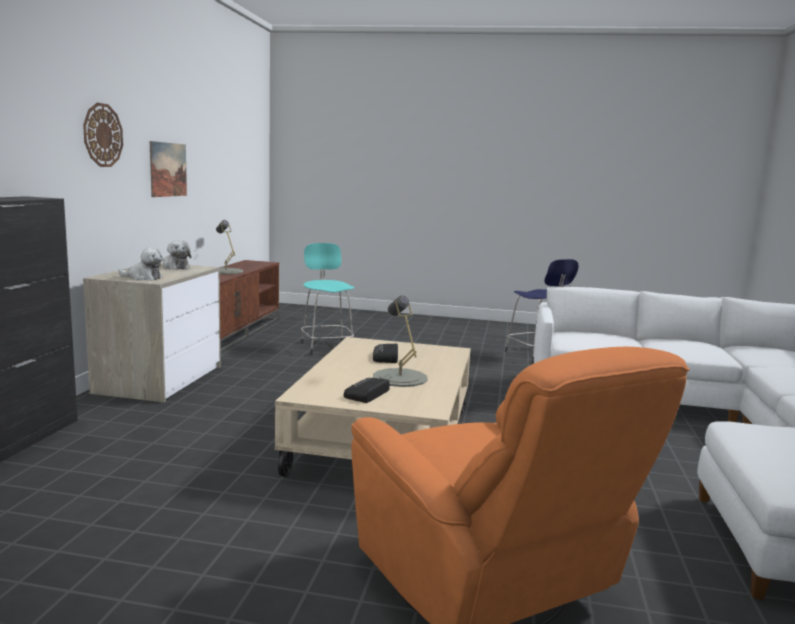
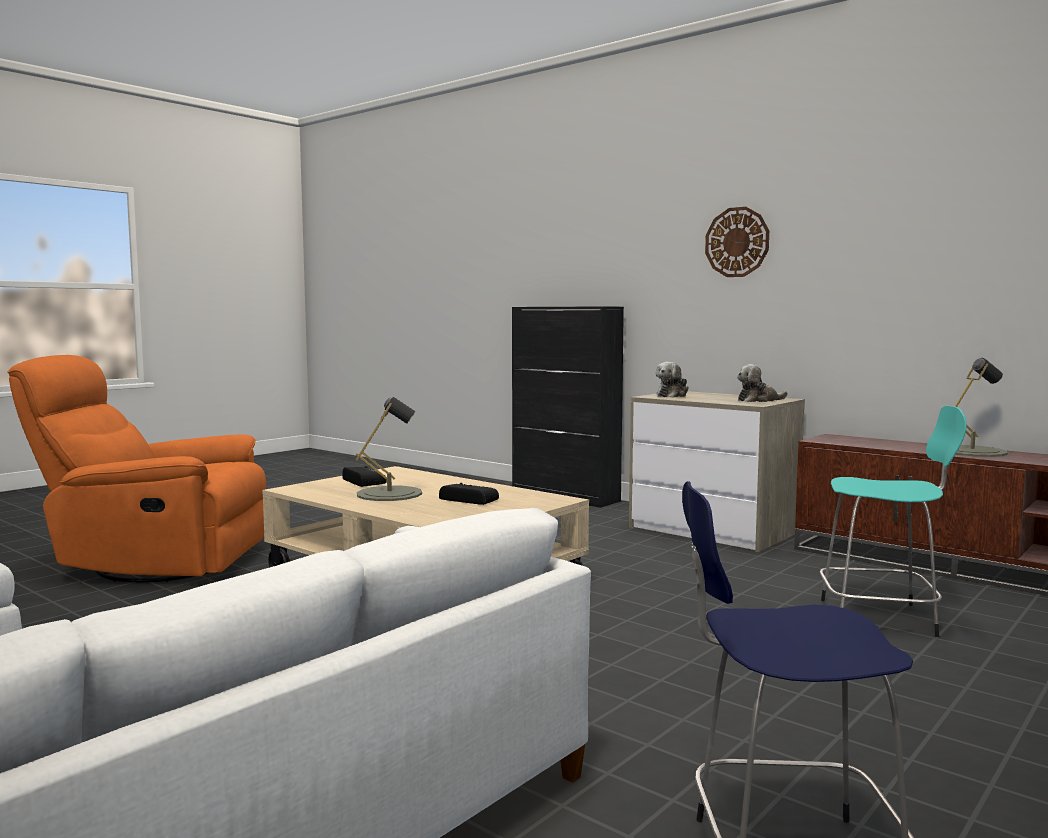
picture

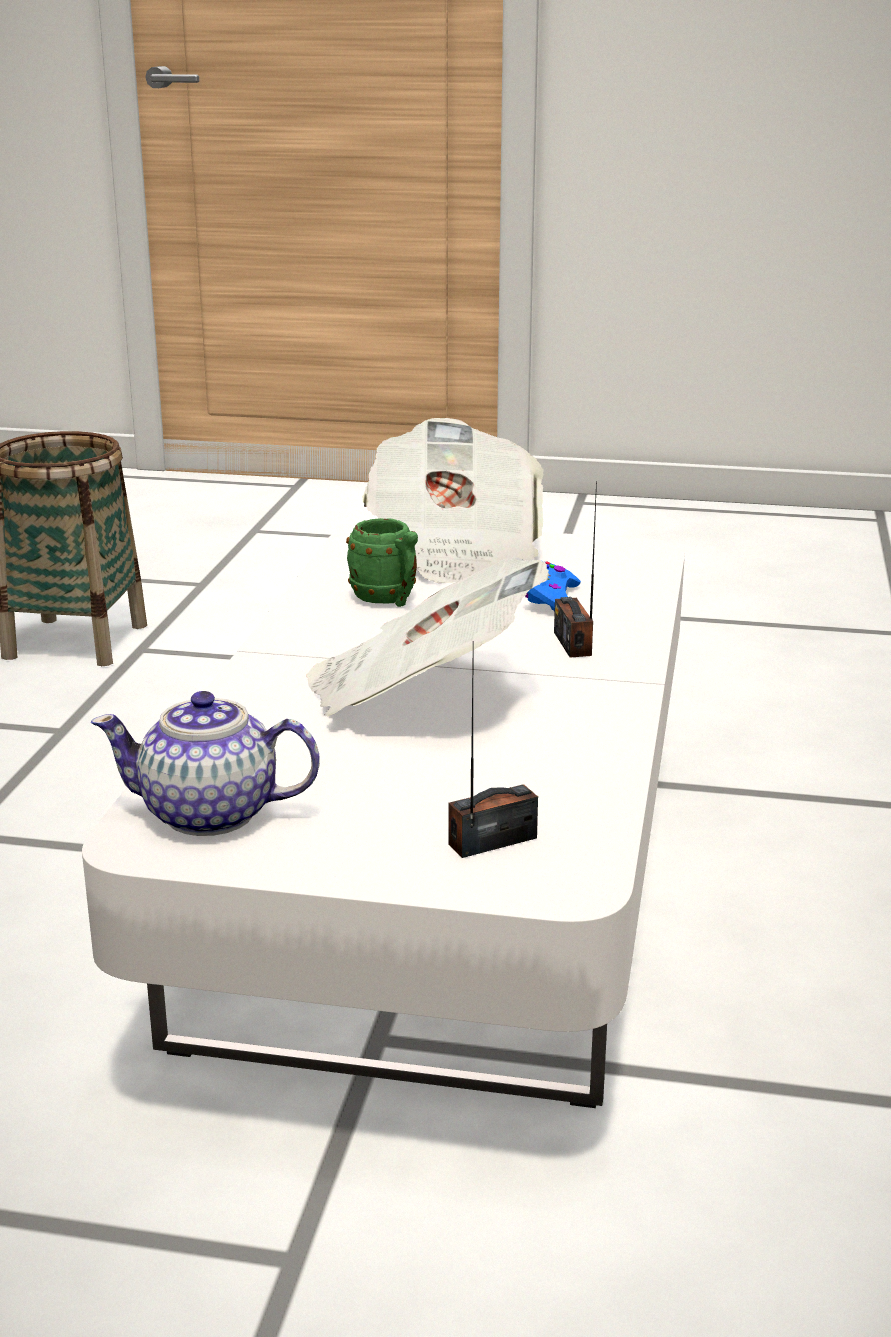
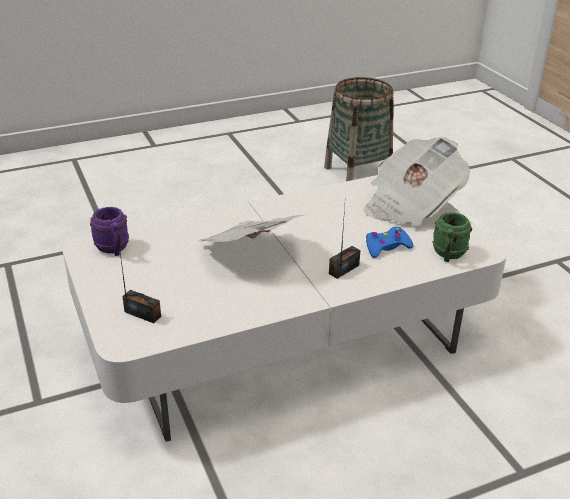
purple mug
green mug

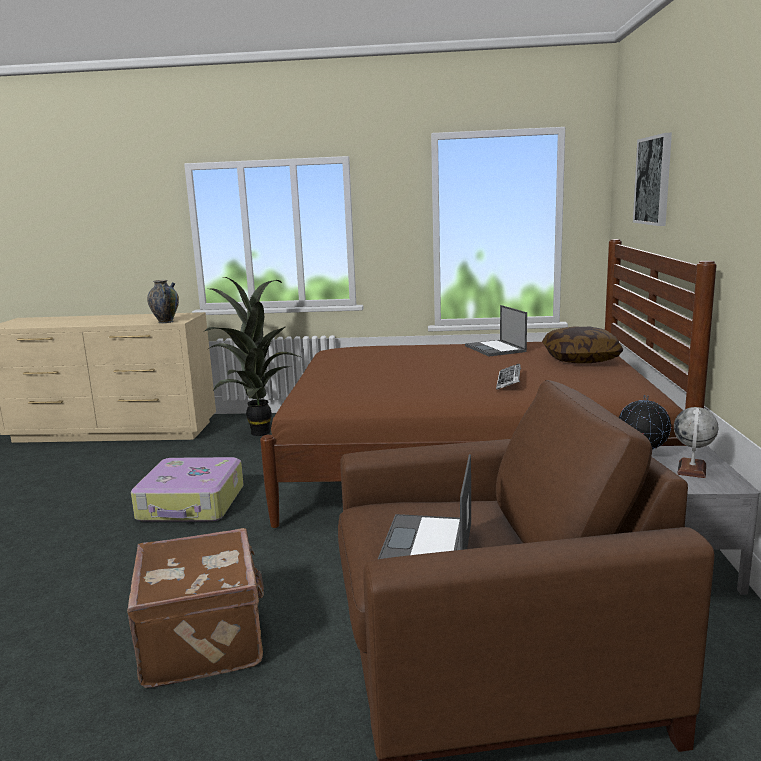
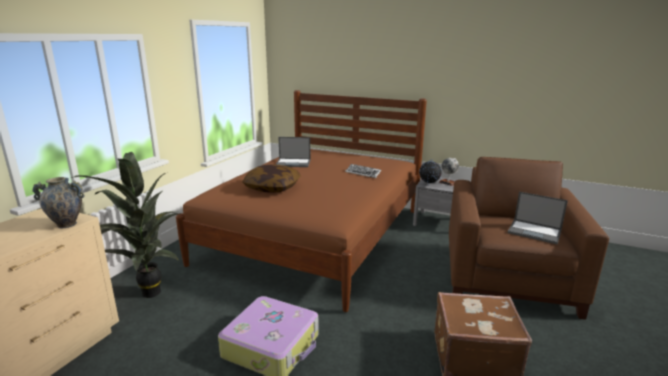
pillow
picture

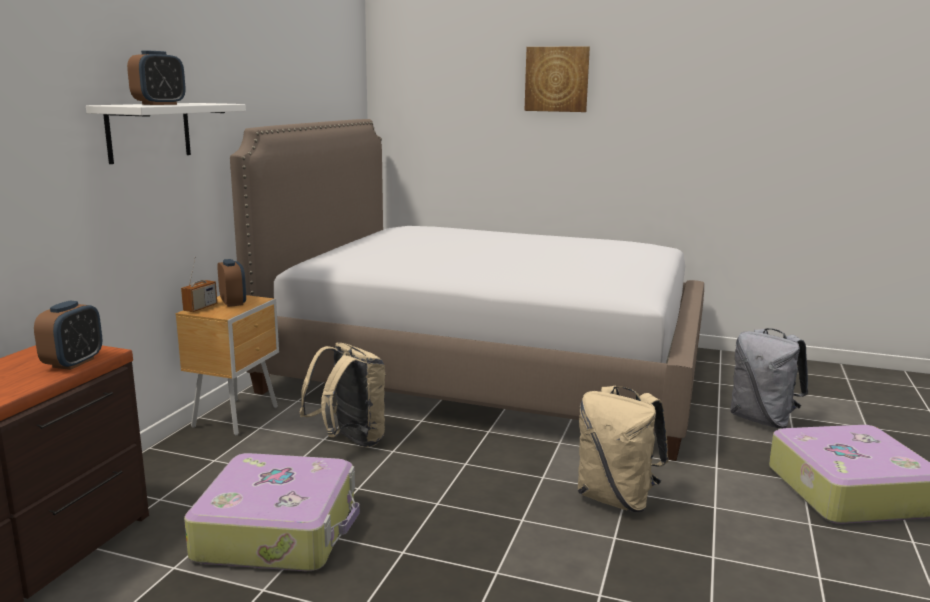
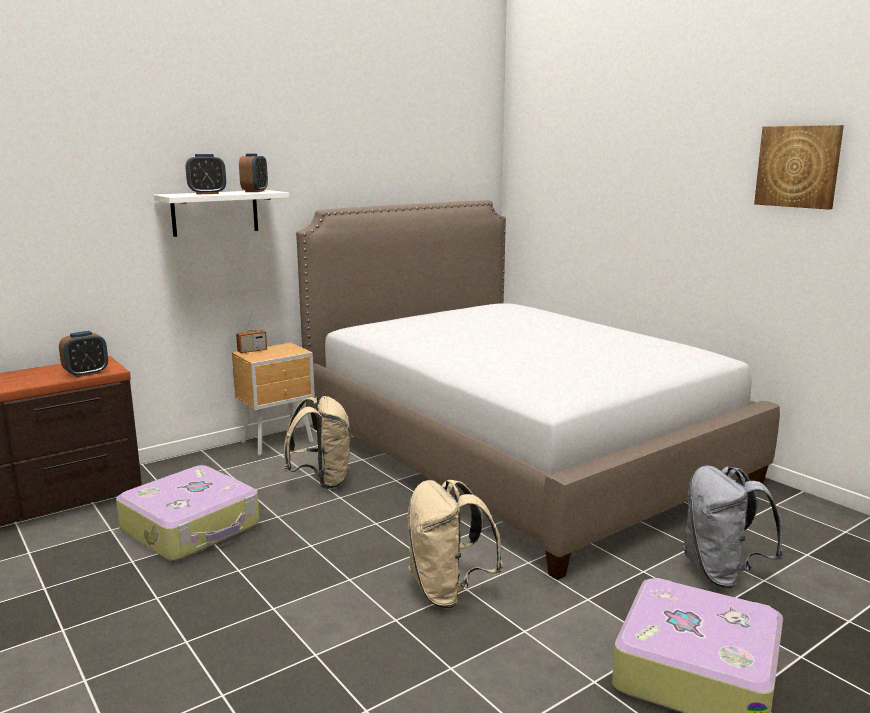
alarm clock (no. 3 from left)
picture

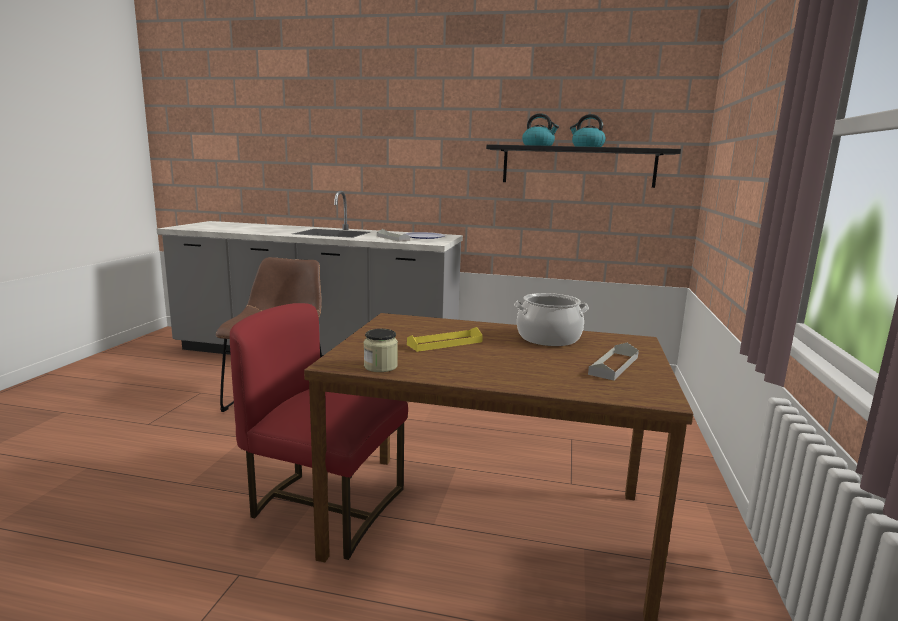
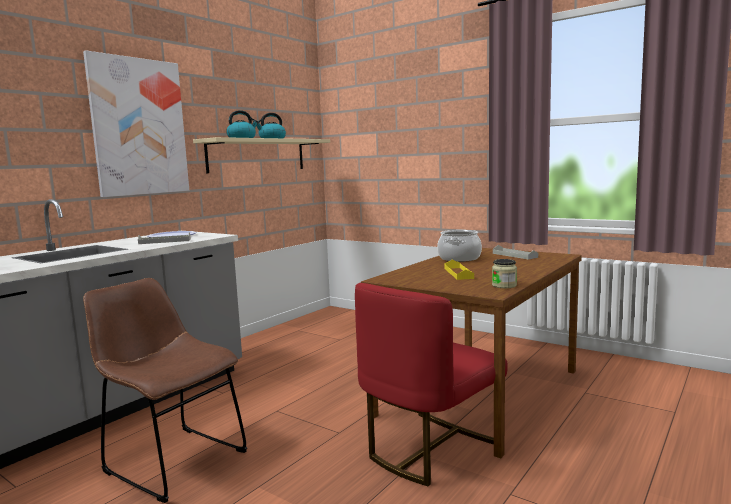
beige shelf
picture

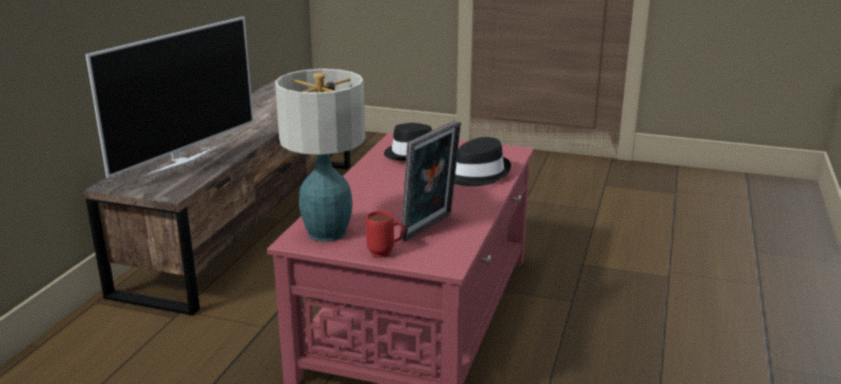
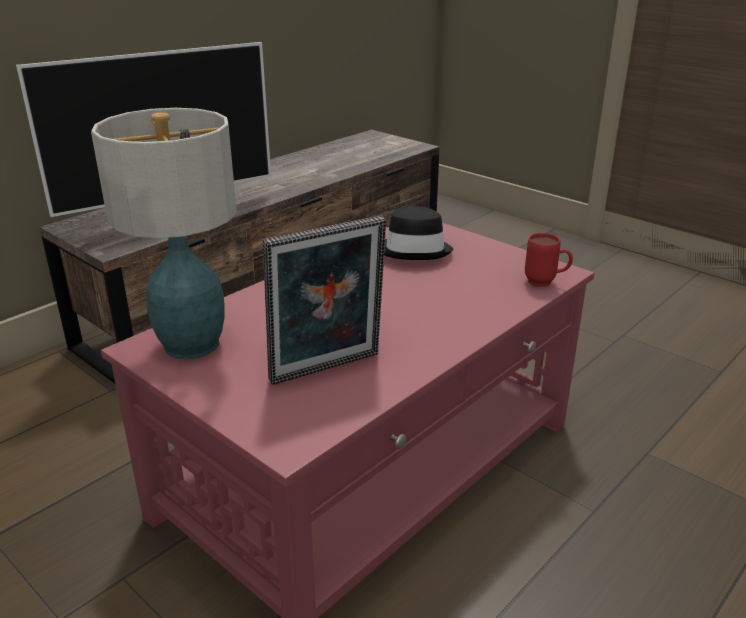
red mug
black hat (no. 2 from left in the first image)

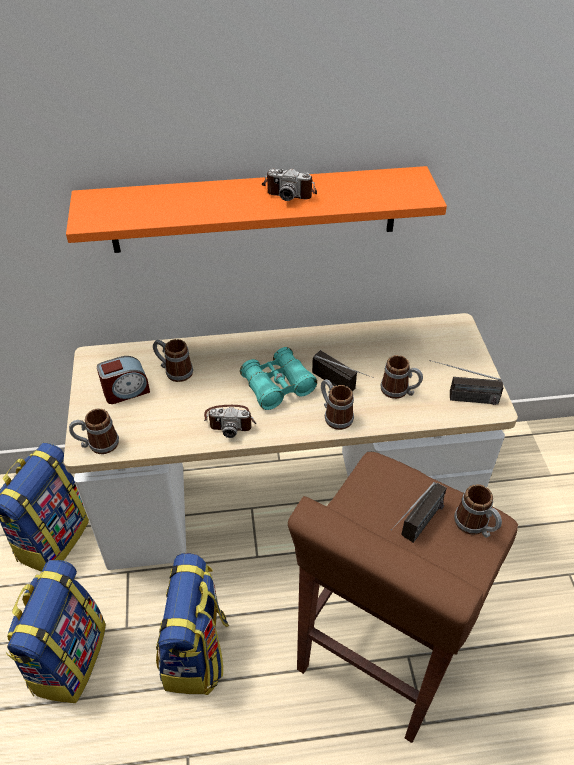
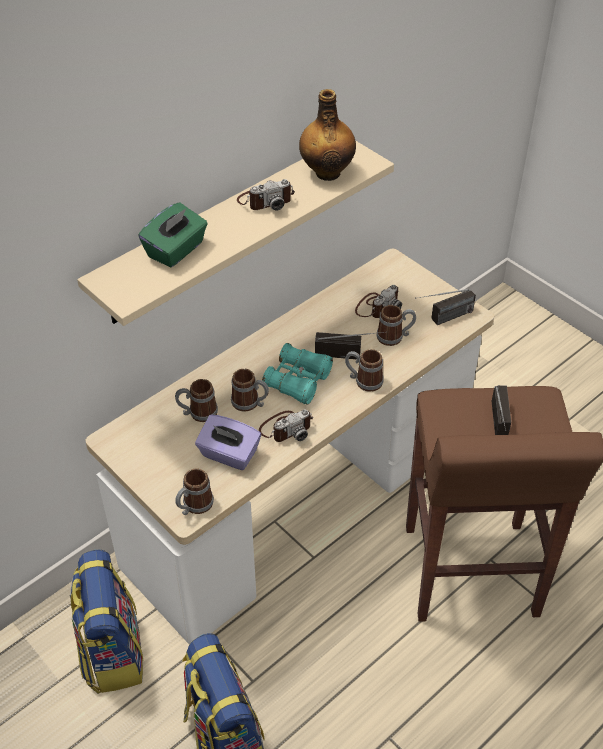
beige shelf
alarm clock
backpack (no. 3 from left in the first image)
mug (no. 3 from left)
green tissue box
purple tissue box
bottle
photo camera (no. 3 from left)

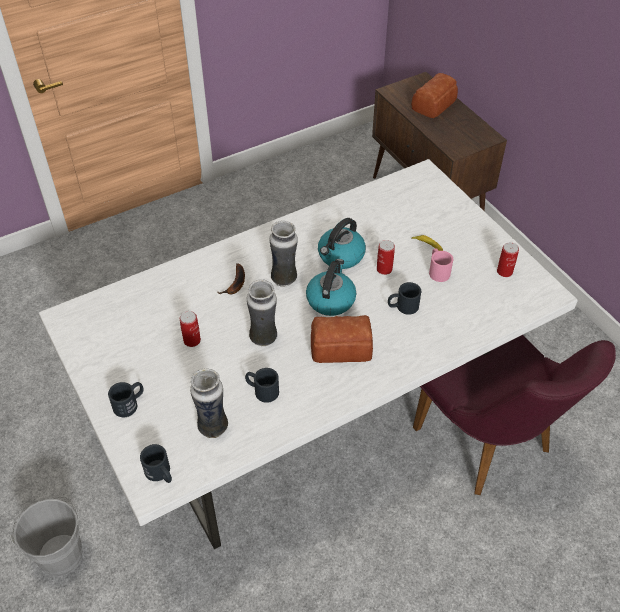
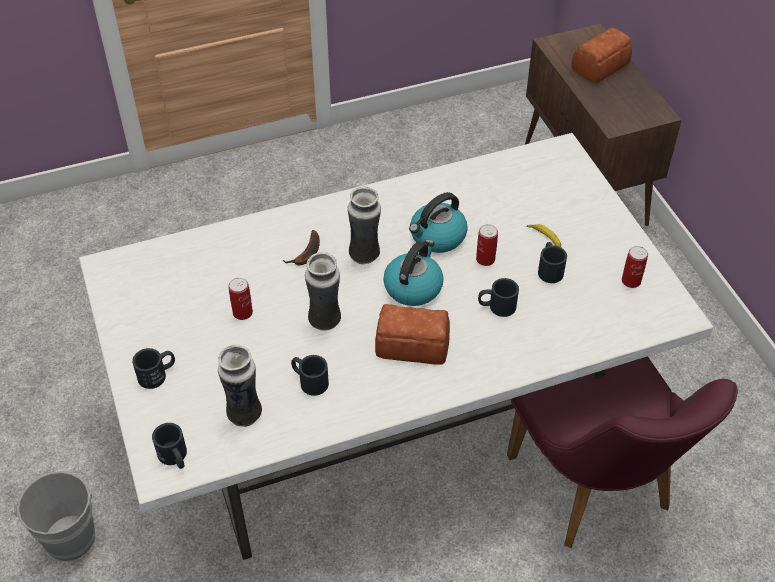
black mug (no. 5 from left)

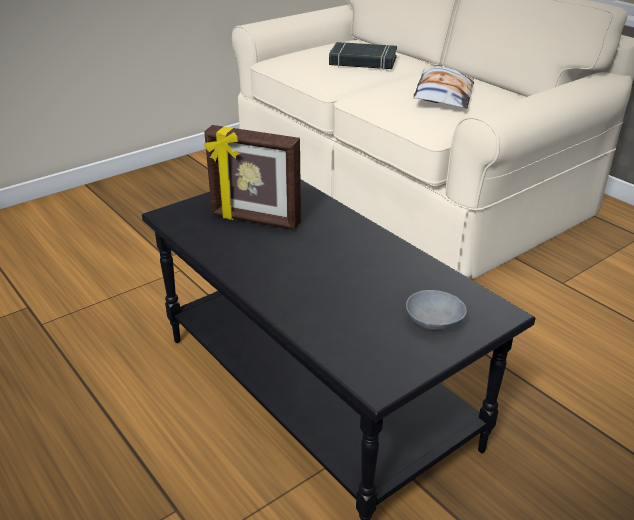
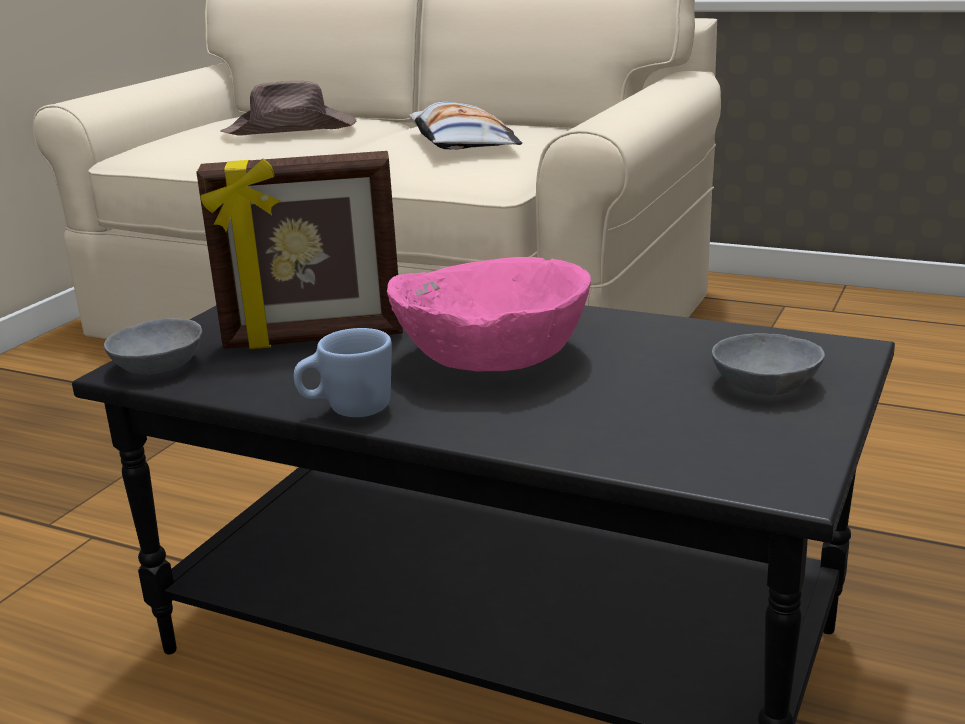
brown hat
grey bowl (no. 1 from left)
blue mug
pink bowl

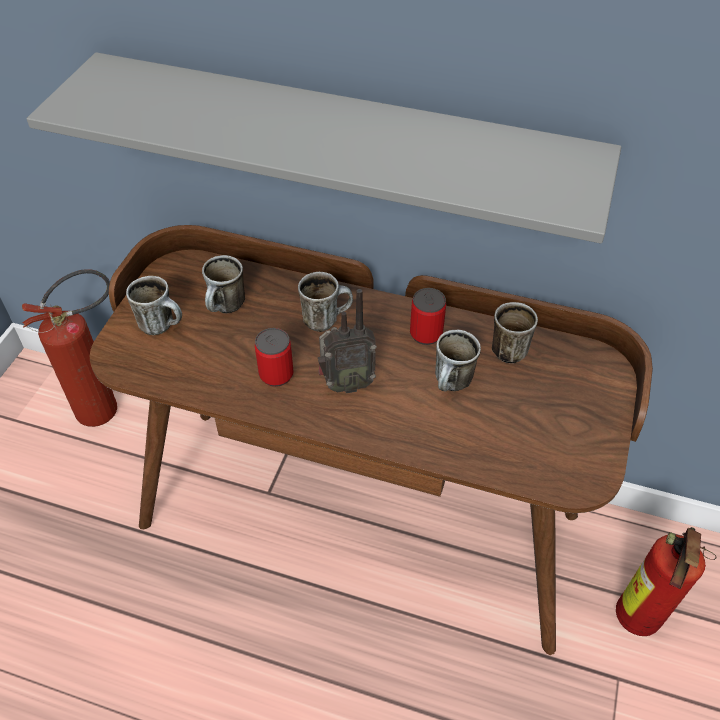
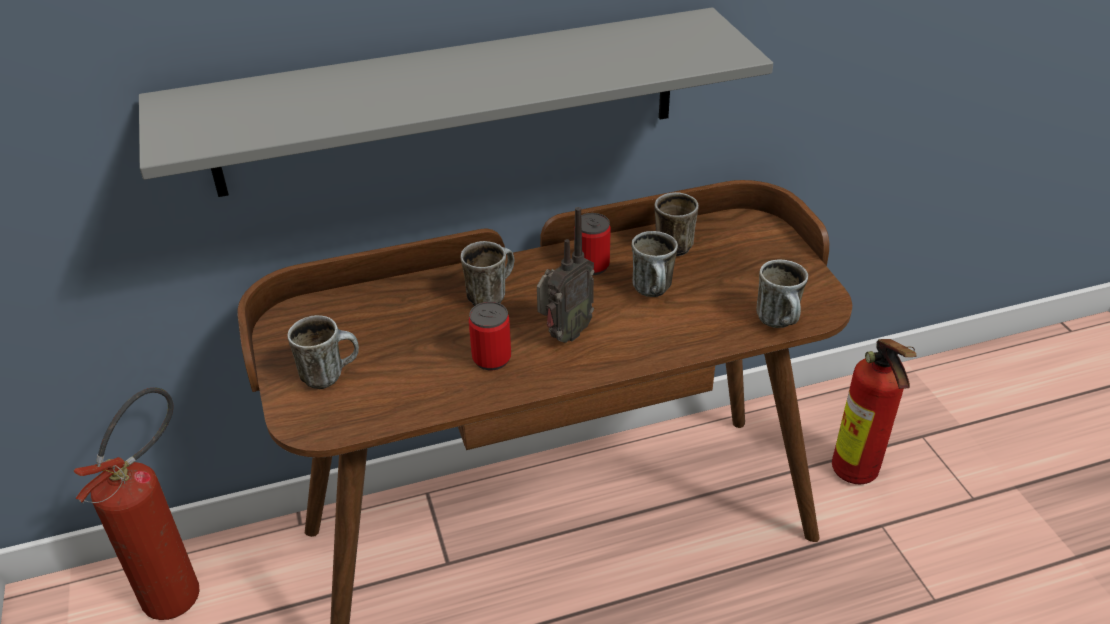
mug (no. 5 from left)

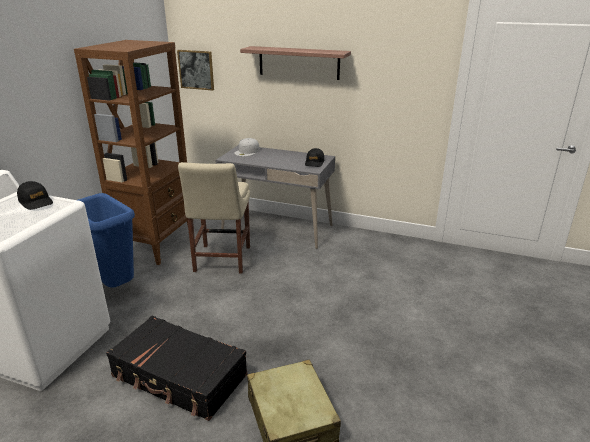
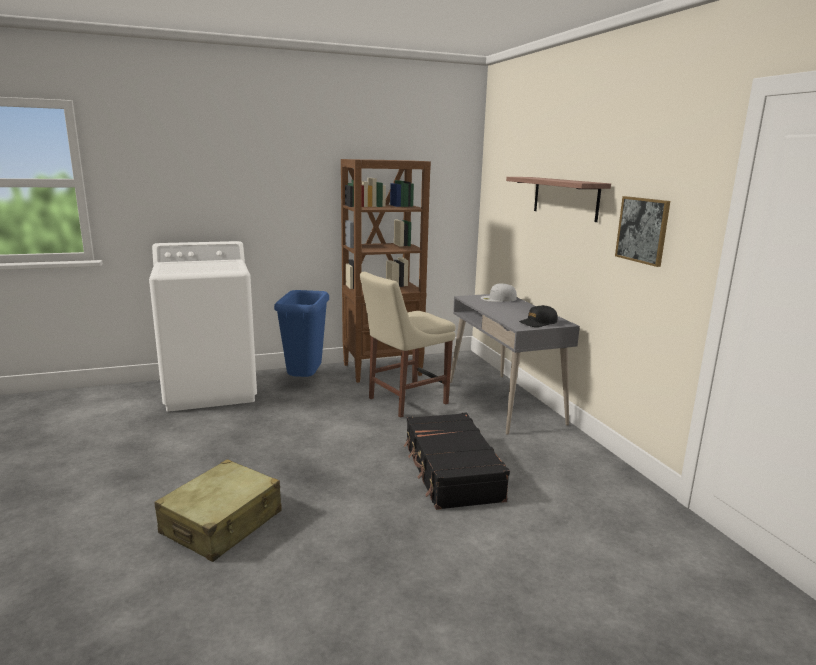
black cap (no. 1 from left in the first image)
black suitcase
picture

